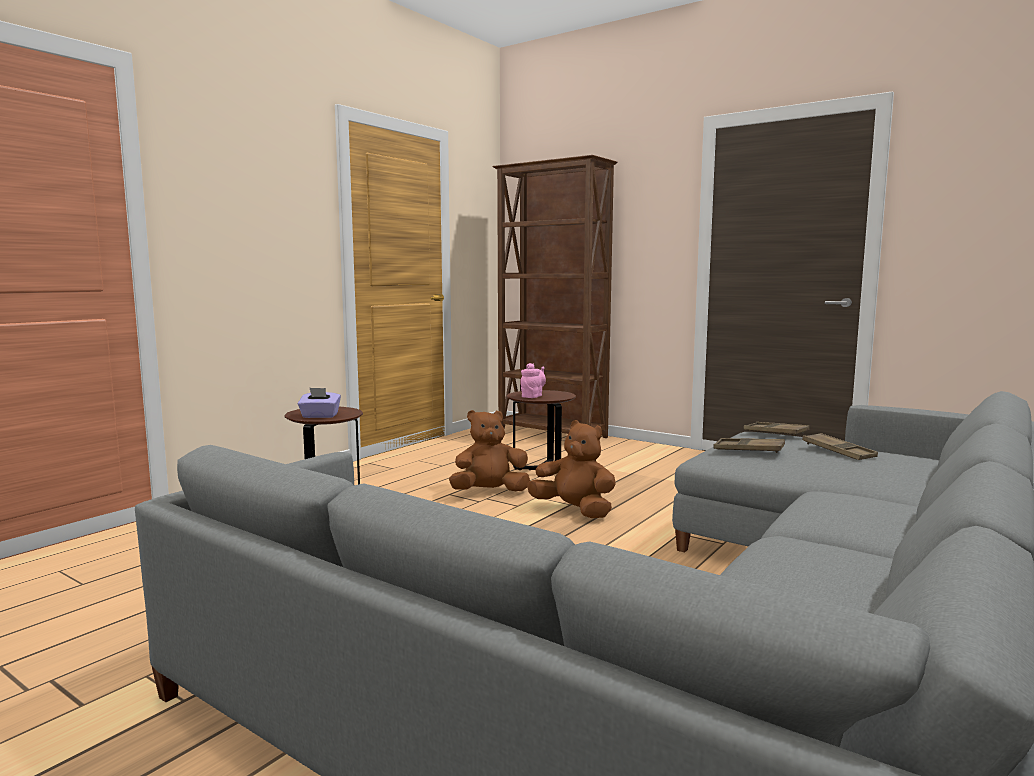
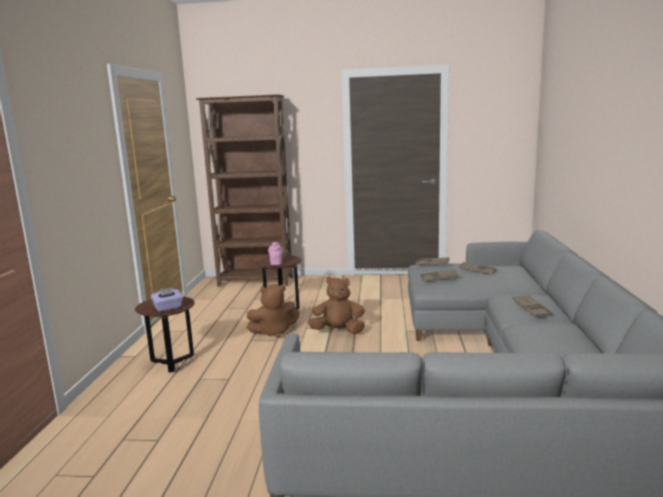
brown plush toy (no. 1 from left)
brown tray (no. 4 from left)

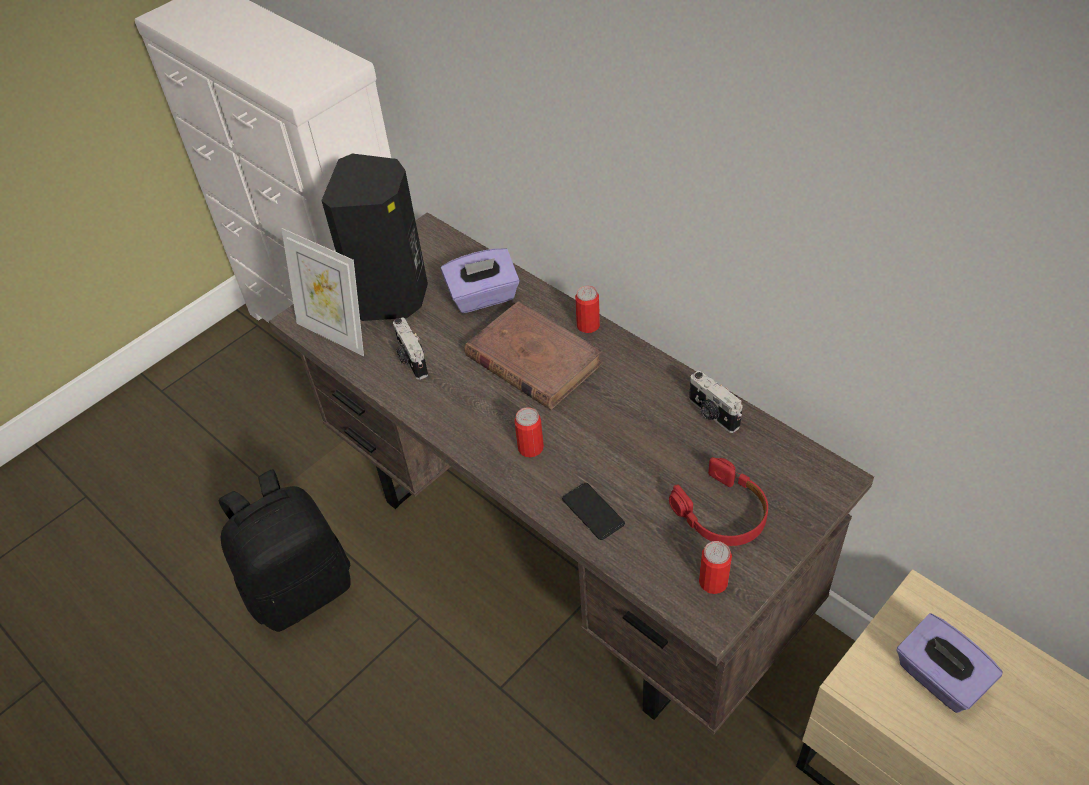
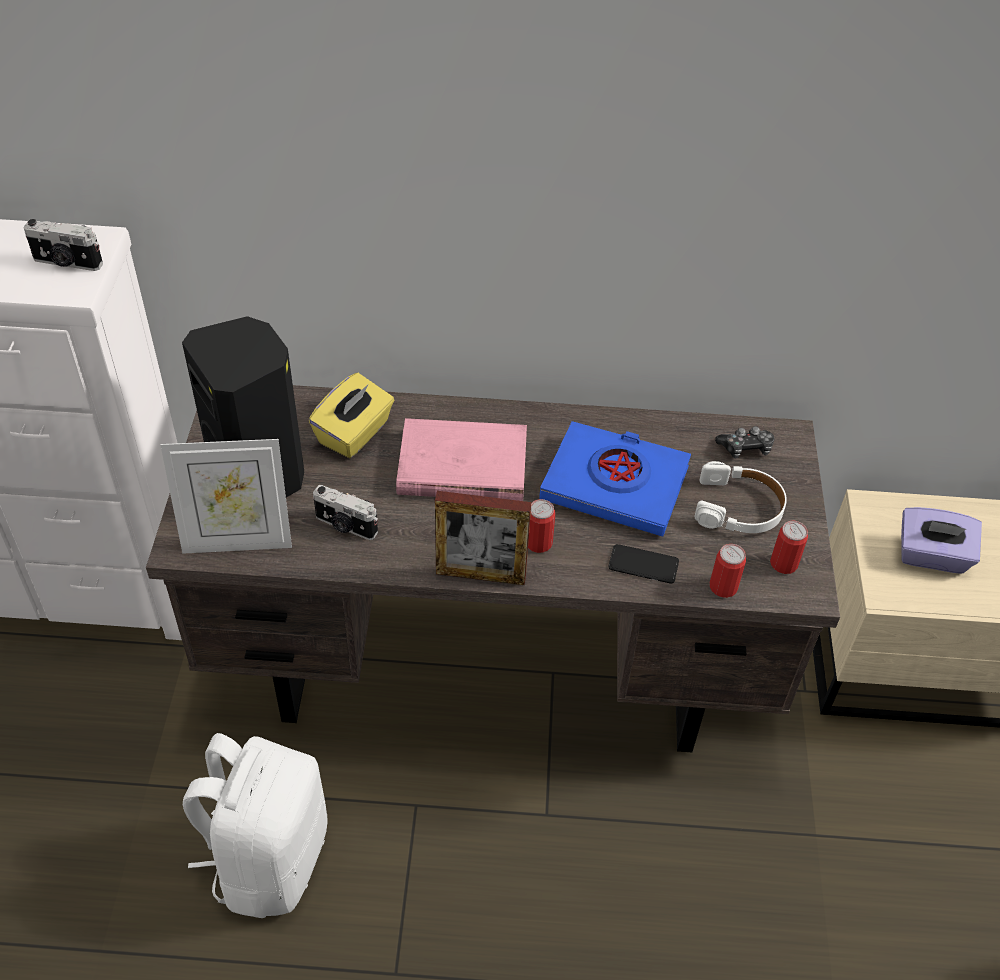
white backpack
yellow tissue box
pink book
can (no. 2 from left)
white headphones
photo camera (no. 1 from left)
picture frame (no. 2 from left)
blue book
game controller

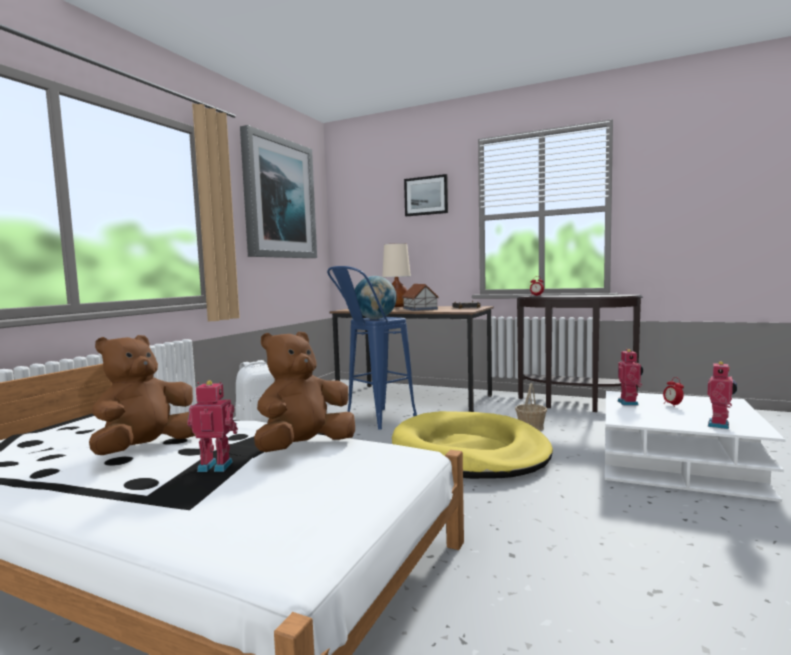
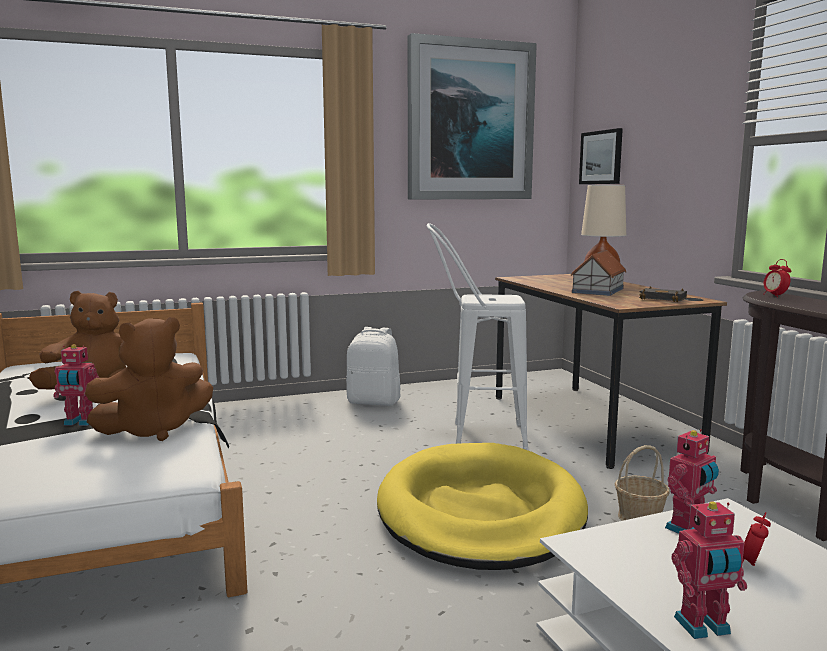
toy robot (no. 1 from left)
brown plush toy (no. 2 from left)
white stool
globe
picture (no. 2 from left)

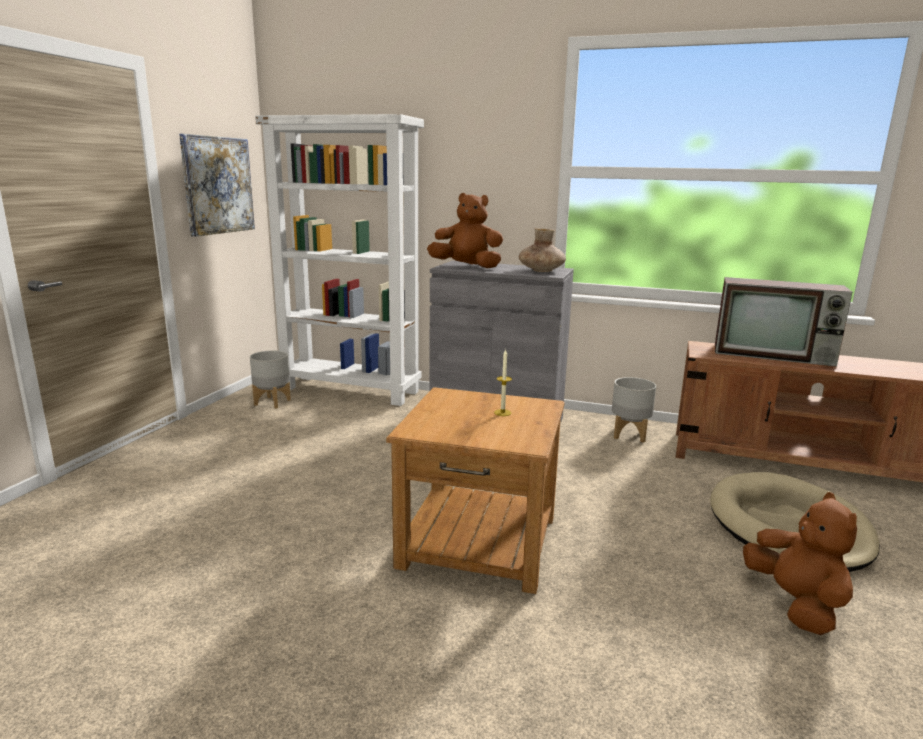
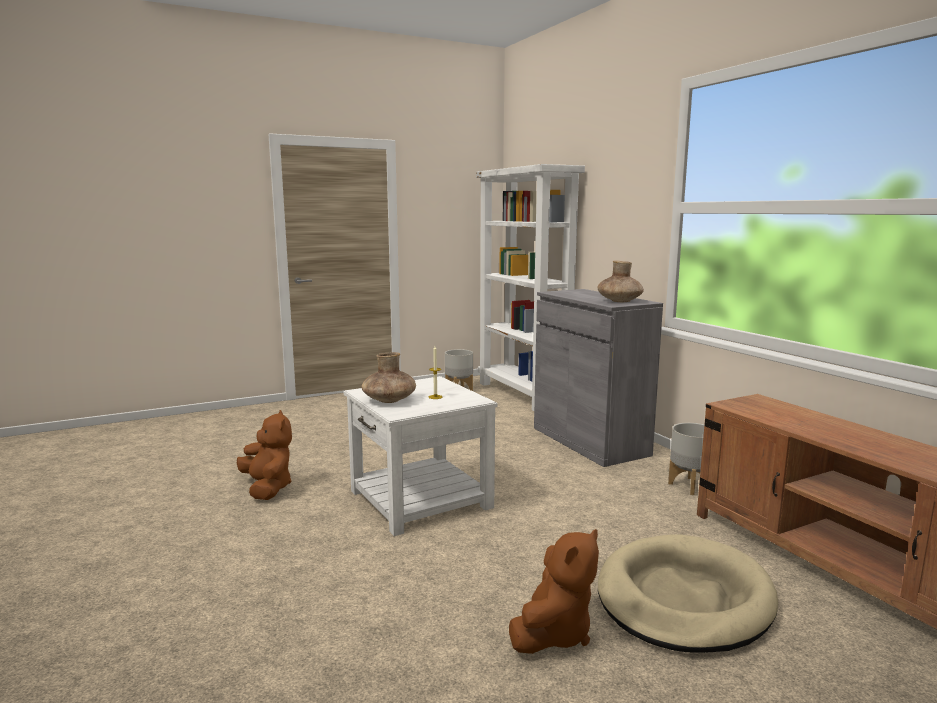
picture
white side table
brown plush toy (no. 1 from left)
television
brown vase (no. 1 from left)

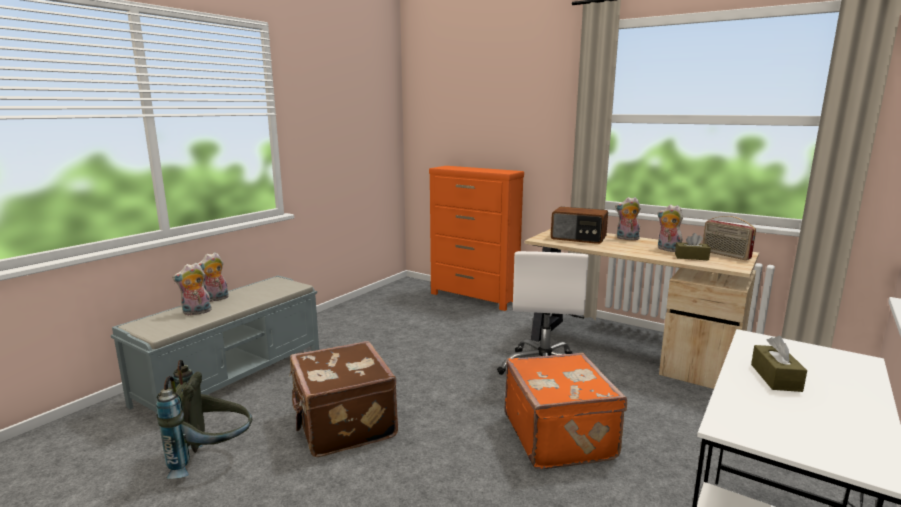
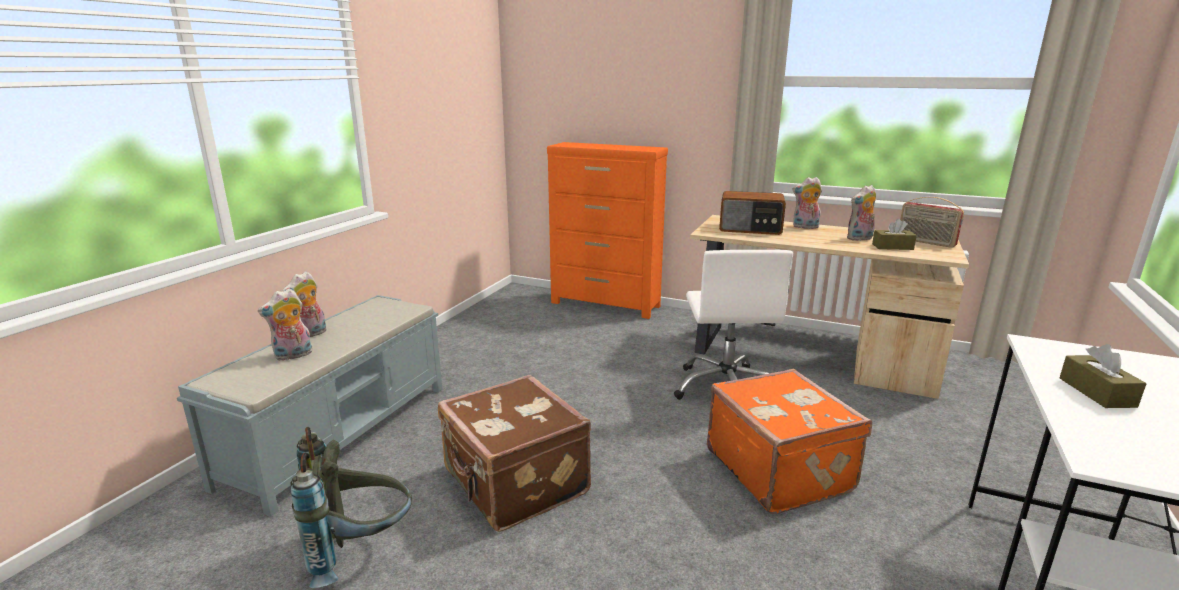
plush toy (no. 4 from left)

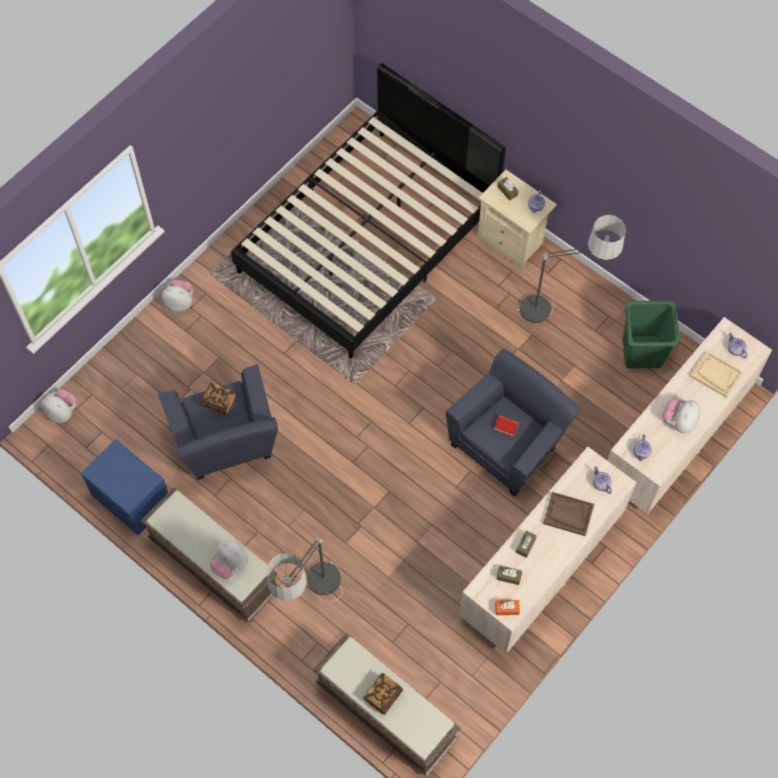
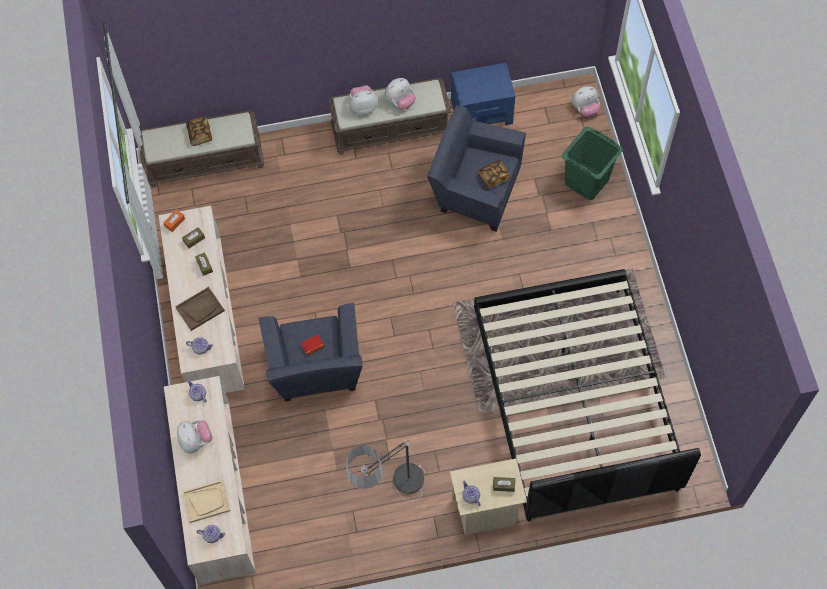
plush toy (no. 3 from left)
floor lamp (no. 1 from left in the first image)
green laundry basket

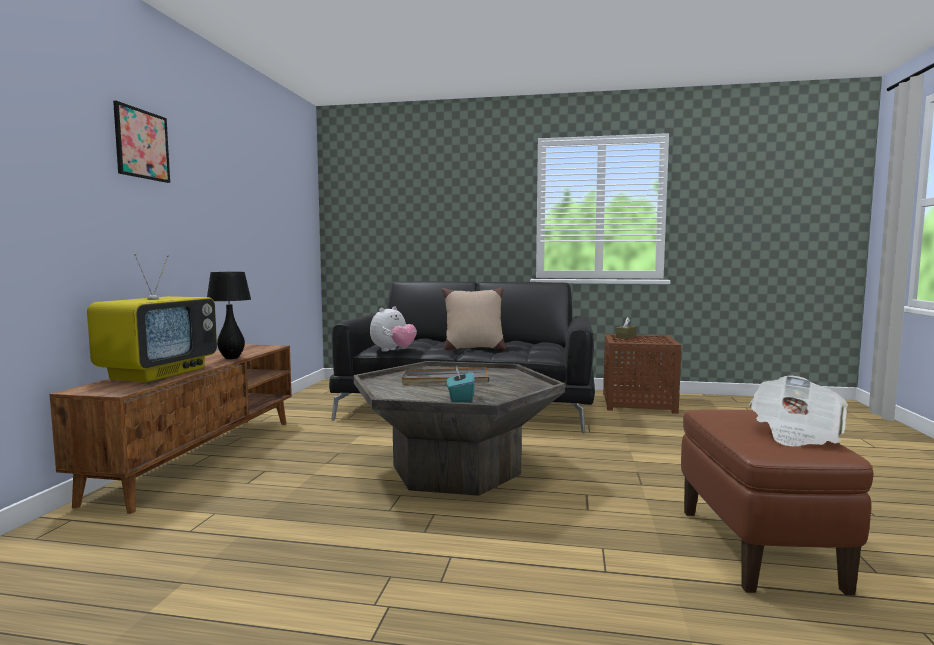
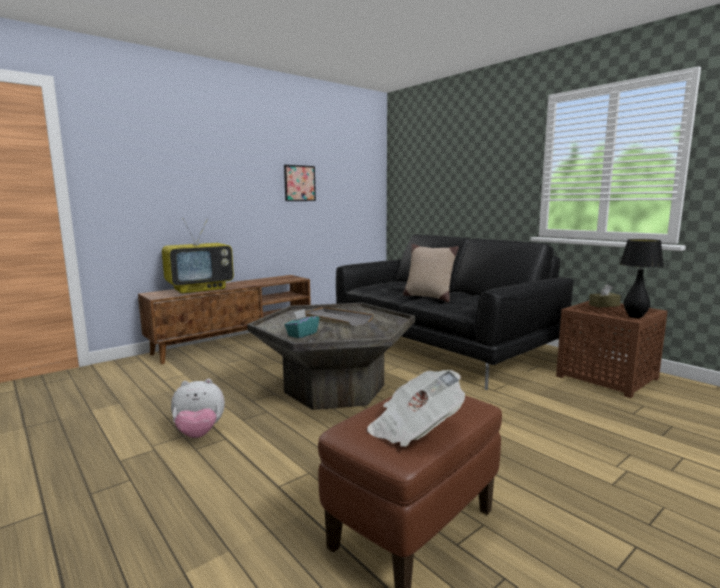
picture
black table lamp
plush toy

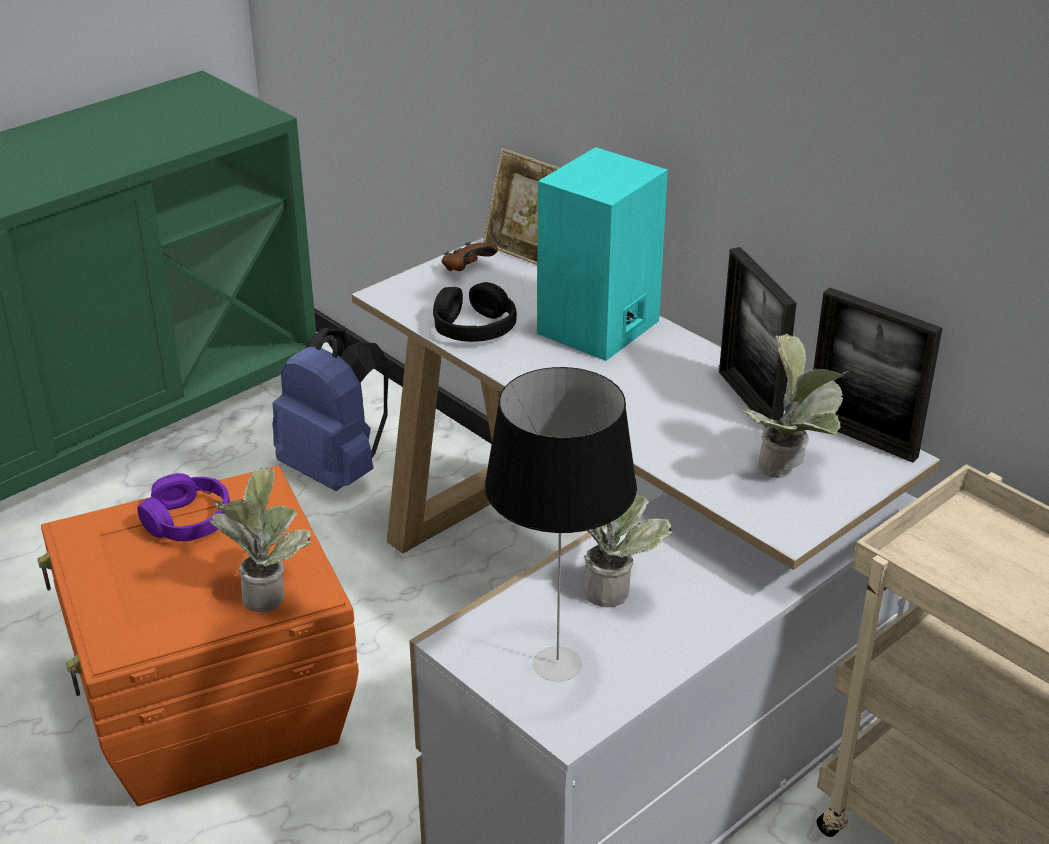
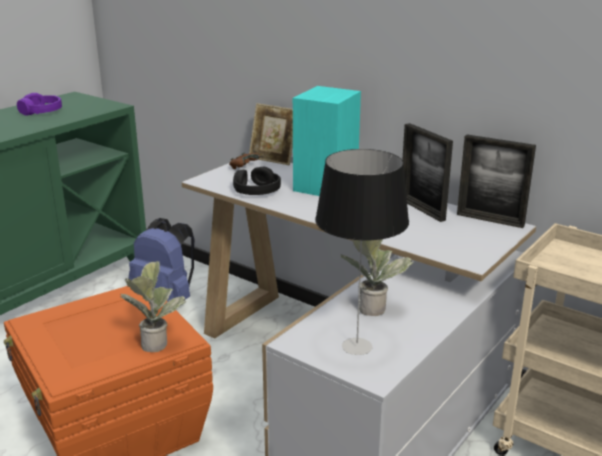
purple headphones
potted plant (no. 3 from left in the first image)

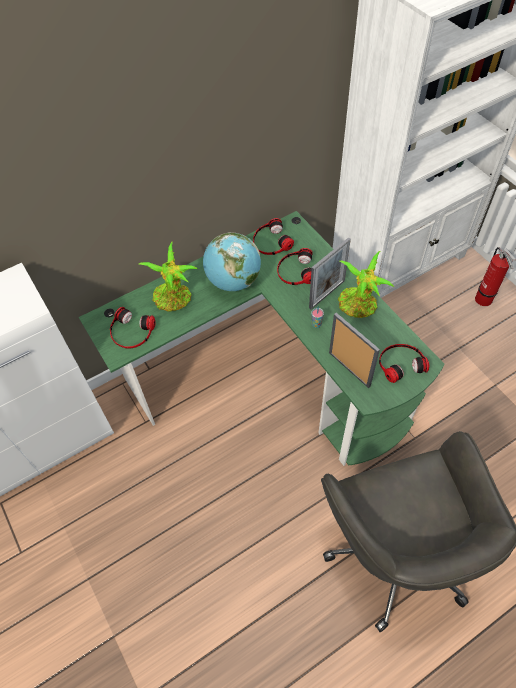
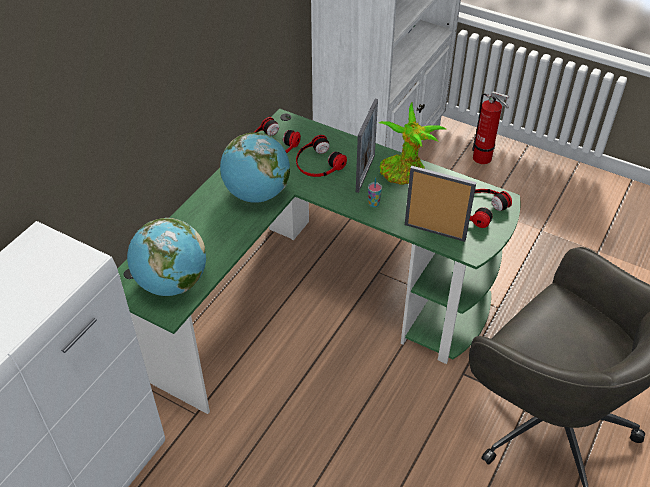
globe (no. 1 from left)
potted plant (no. 1 from left in the first image)

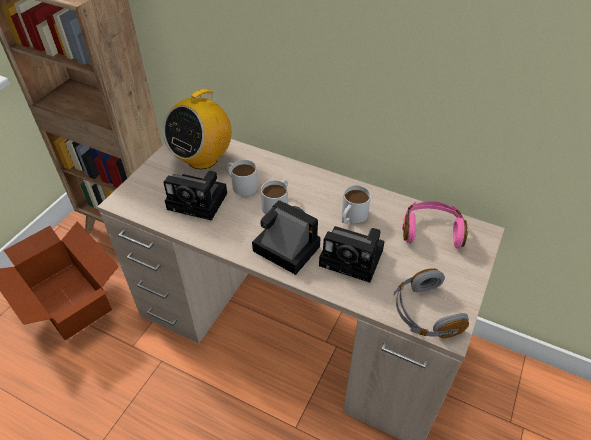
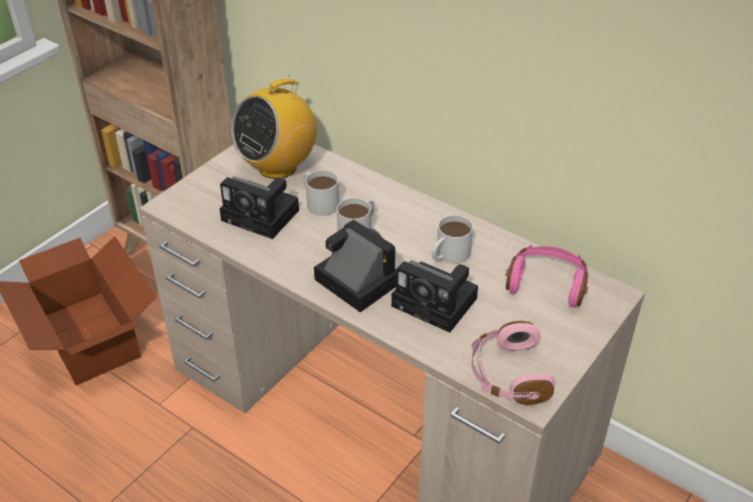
pink headphones (no. 1 from left)

